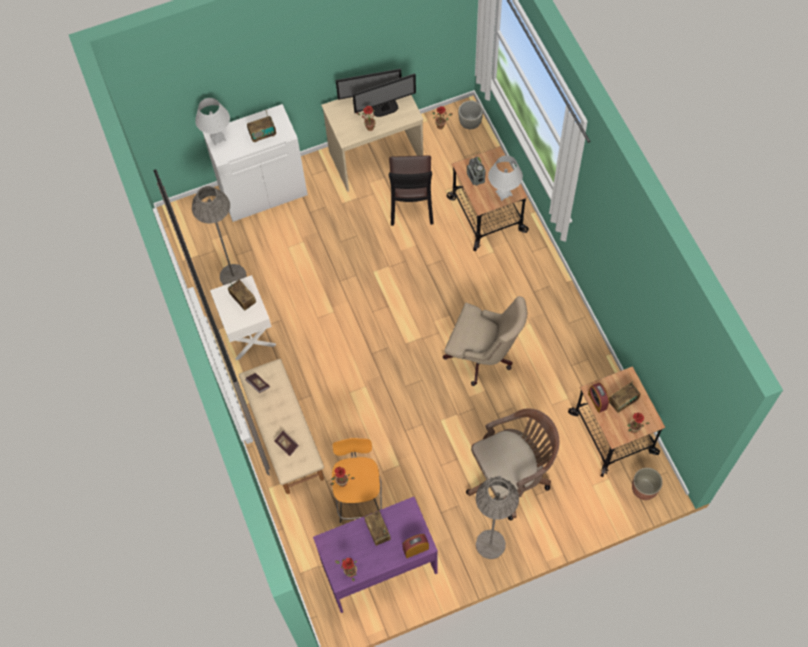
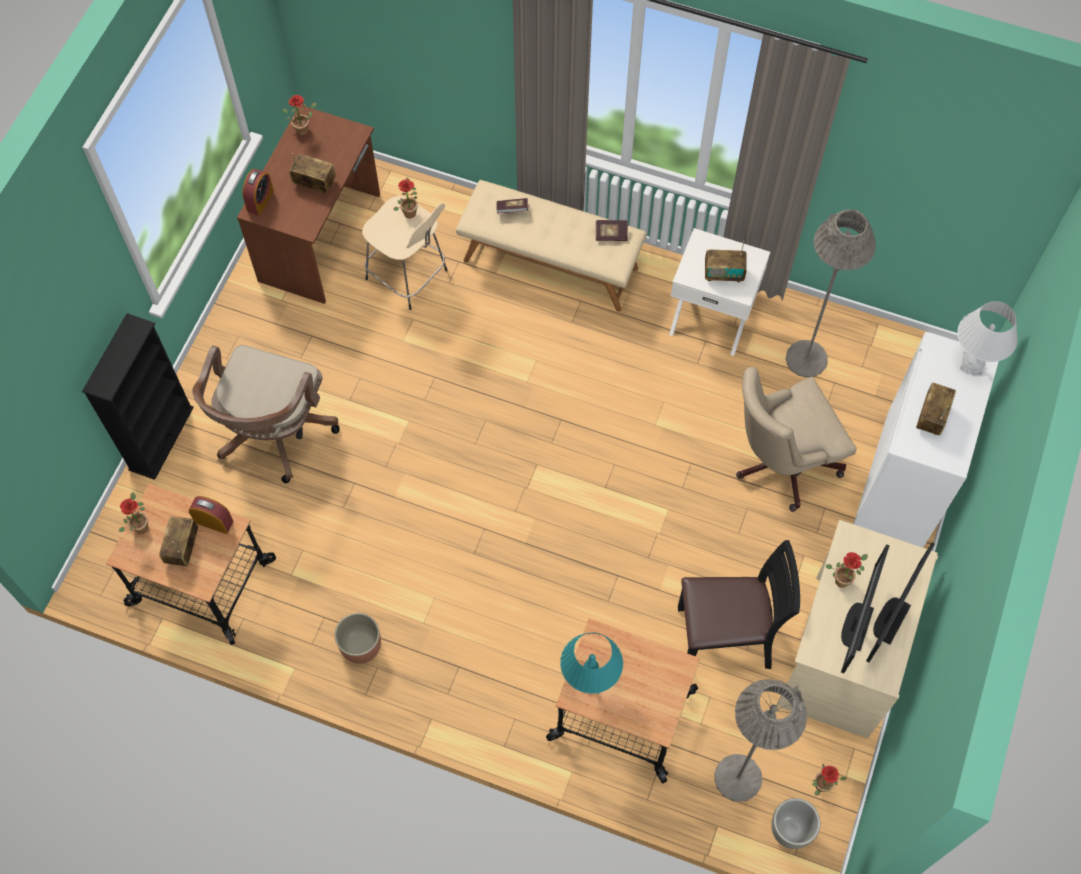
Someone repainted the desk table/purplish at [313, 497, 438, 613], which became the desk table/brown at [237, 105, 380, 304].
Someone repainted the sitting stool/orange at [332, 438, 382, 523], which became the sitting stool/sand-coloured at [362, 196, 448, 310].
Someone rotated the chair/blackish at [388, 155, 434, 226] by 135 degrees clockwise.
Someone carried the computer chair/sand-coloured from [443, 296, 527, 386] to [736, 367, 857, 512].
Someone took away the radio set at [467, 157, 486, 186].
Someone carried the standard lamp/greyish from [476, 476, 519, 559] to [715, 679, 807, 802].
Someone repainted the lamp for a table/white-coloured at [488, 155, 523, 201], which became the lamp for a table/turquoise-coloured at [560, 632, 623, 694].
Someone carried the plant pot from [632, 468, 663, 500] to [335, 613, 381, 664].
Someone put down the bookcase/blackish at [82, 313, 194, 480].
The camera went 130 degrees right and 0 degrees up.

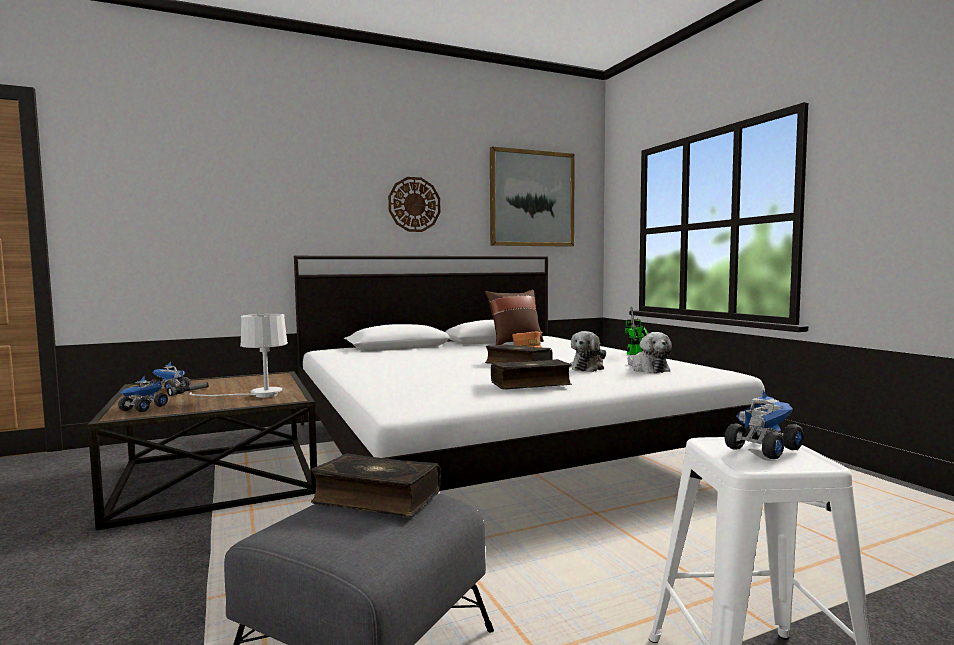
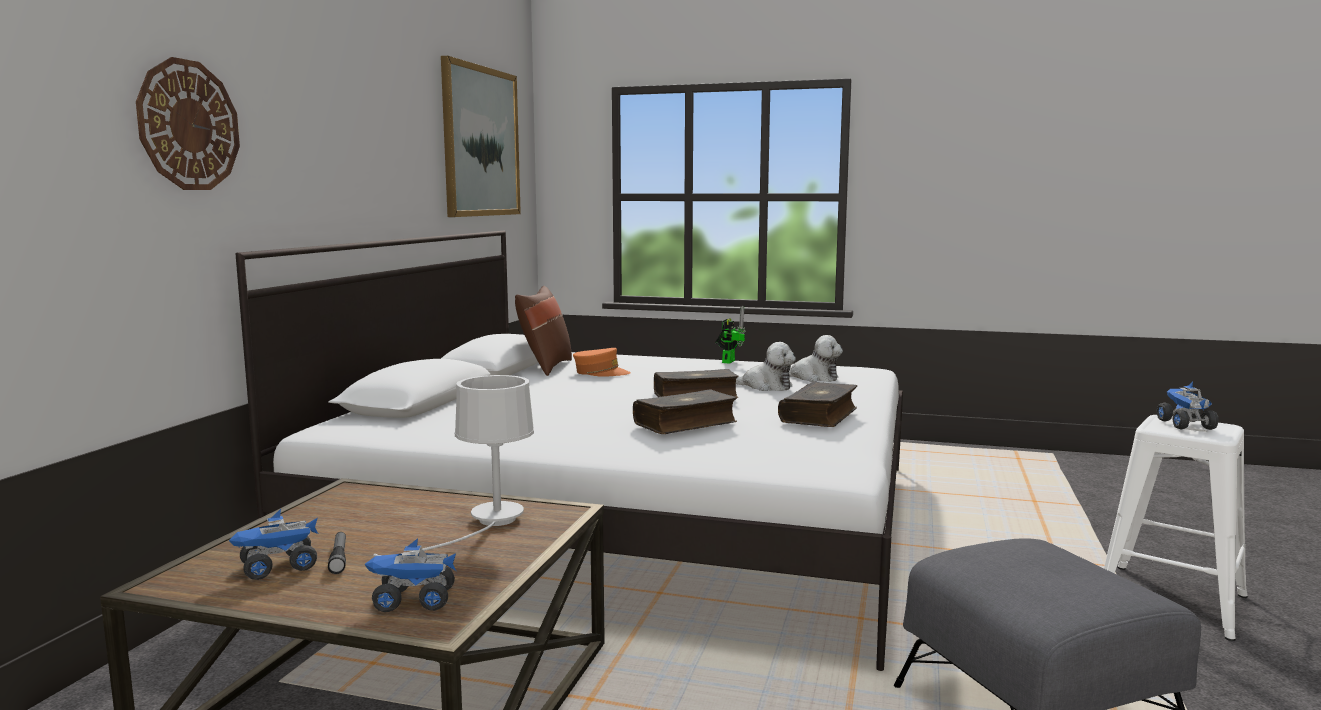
Someone rotated the toy truck at [118, 375, 168, 412] by 120 degrees clockwise.
Someone carried the volume from [311, 453, 441, 517] to [633, 389, 737, 434].
Someone carried the clock on the wall from [388, 177, 440, 232] to [136, 57, 240, 190].
Someone rotated the plush toy at [570, 331, 606, 372] by 45 degrees counterclockwise.
The camera went 50 degrees left and 5 degrees up.

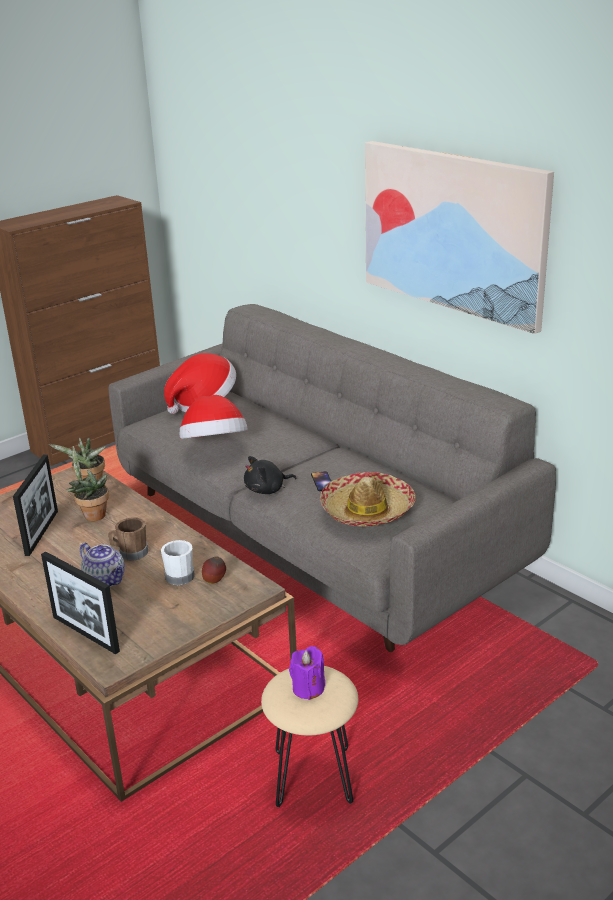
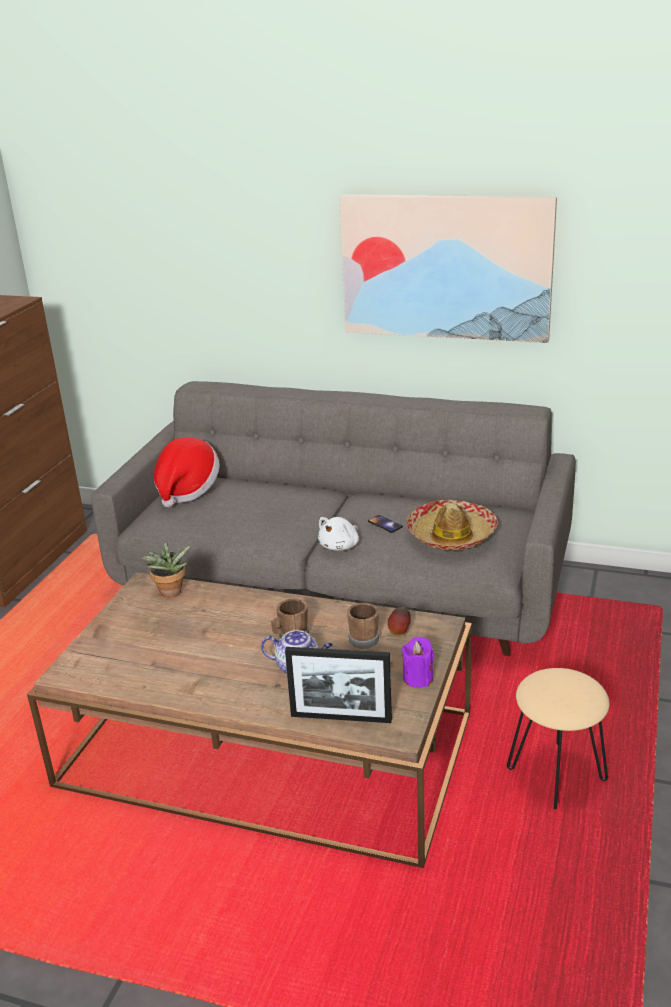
Someone took away the standing frame at [13, 455, 58, 556].
Someone took away the potted plant at [66, 446, 109, 521].
Someone repainted the tea mug/white-coloured at [161, 540, 195, 585], which became the tea mug/brown at [347, 603, 379, 649].
Someone took away the hat at [180, 395, 248, 439].
Someone repainted the plush toy/blackish at [244, 456, 297, 494], which became the plush toy/white-coloured at [318, 517, 359, 551].
Someone carried the wax light/purplish from [289, 646, 325, 700] to [402, 637, 434, 688].
The camera went 30 degrees left and 0 degrees up.

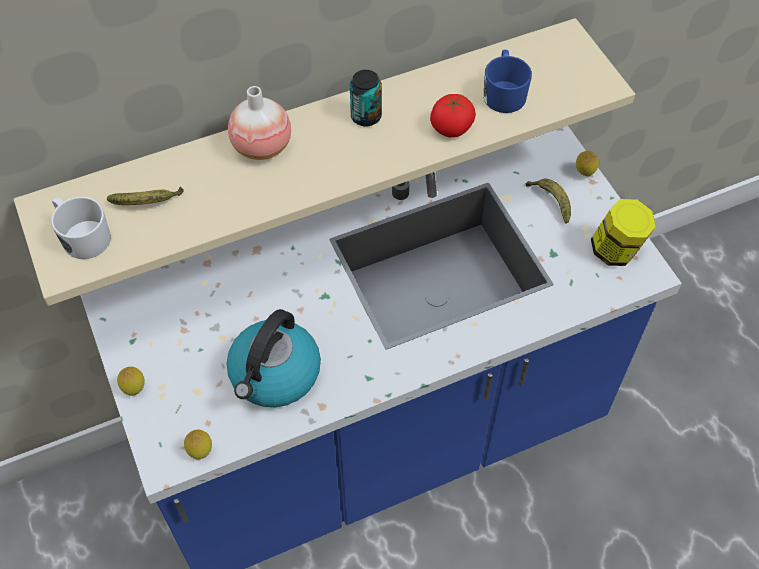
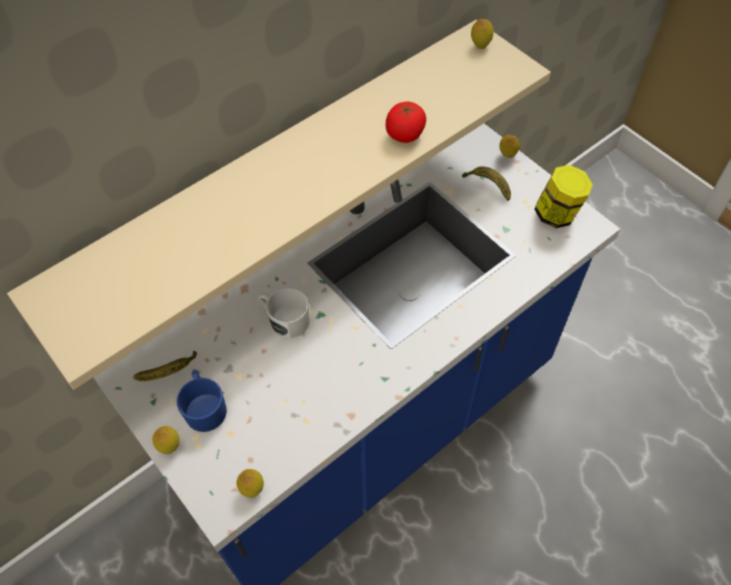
Someone carried the tea mug/white-coloured from [51, 197, 111, 259] to [259, 288, 310, 338].
Someone carried the banana from [107, 187, 184, 205] to [133, 351, 197, 381].
Someone took away the water kettle at [226, 309, 321, 407].
Someone took away the decorative vase at [228, 86, 291, 160].
Someone took away the sealed can at [350, 70, 382, 127].
Someone carried the tea mug/blue-coloured from [483, 50, 532, 113] to [177, 370, 227, 432].
Someone put down the lemon at [471, 19, 493, 49].
The camera went 15 degrees left and 0 degrees up.

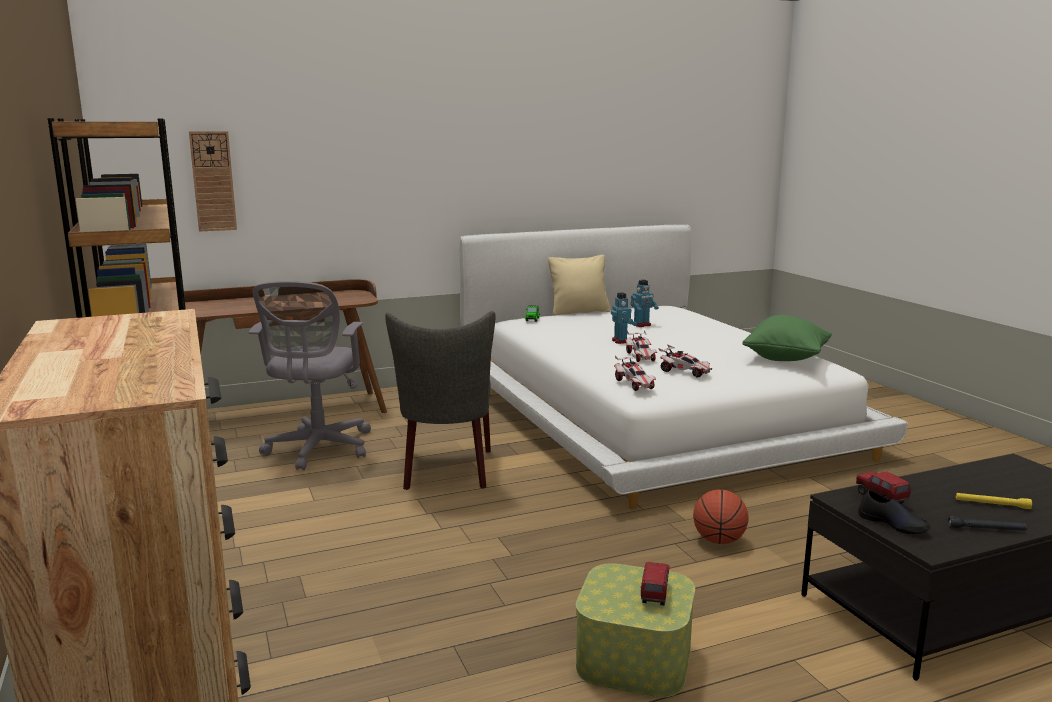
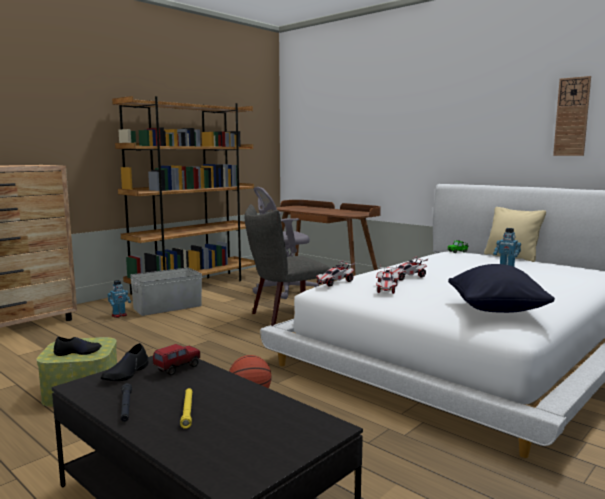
Someone carried the clock on the wall from [189, 131, 237, 232] to [553, 76, 591, 156].
Someone carried the model robot from [611, 292, 637, 344] to [108, 280, 131, 318].
Someone swapped the toy truck at [641, 562, 670, 606] for the item of footwear/blackish at [54, 337, 102, 356].
Someone repainted the pillow/green-coloured at [742, 315, 832, 361], which became the pillow/blackish at [448, 264, 555, 313].
Someone put down the storage container/greyish at [130, 268, 202, 316].
The camera went 65 degrees right and 5 degrees down.

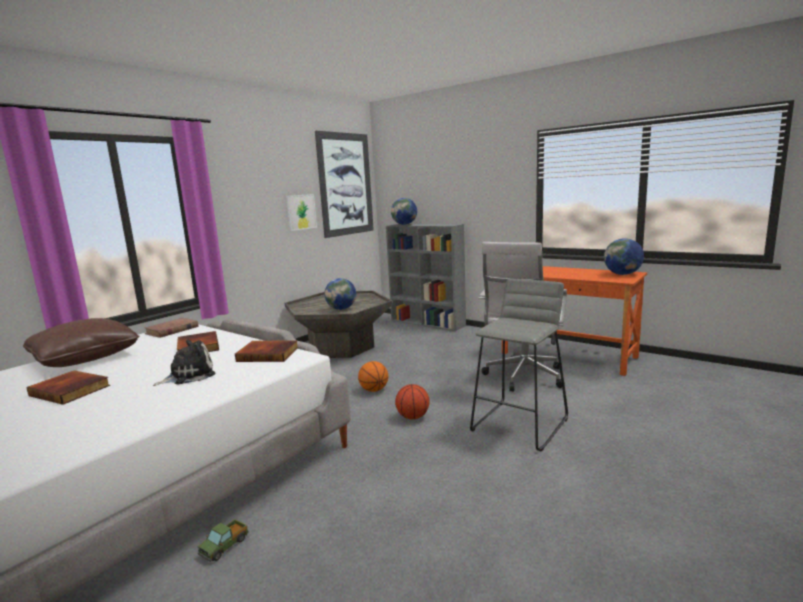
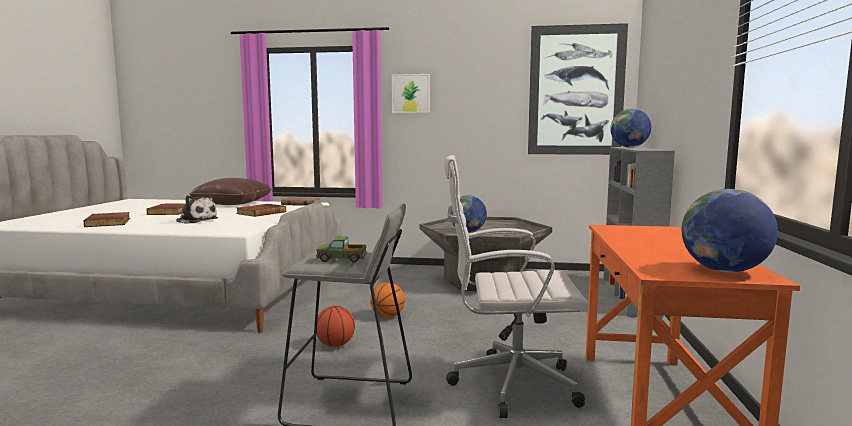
Someone carried the toy truck from [197, 519, 249, 562] to [316, 236, 367, 263].
Someone carried the volume from [235, 340, 298, 362] to [83, 212, 130, 227].
Someone carried the wall picture from [286, 194, 317, 231] to [392, 74, 430, 113].
The camera went 60 degrees right and 5 degrees down.

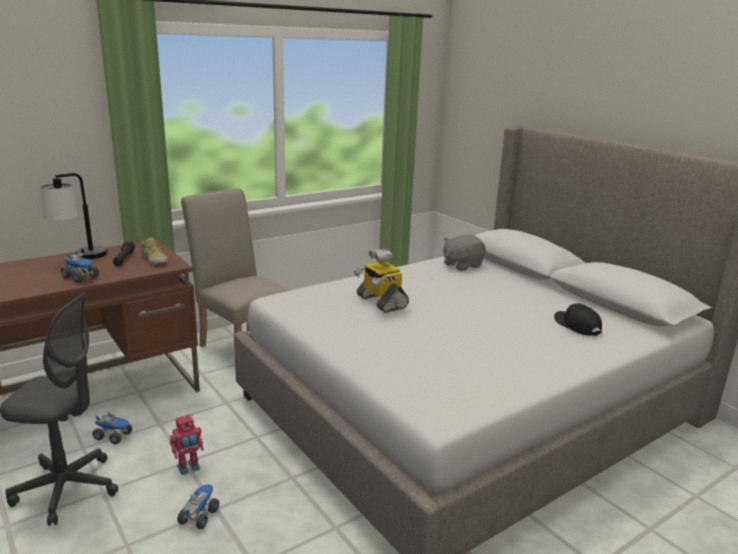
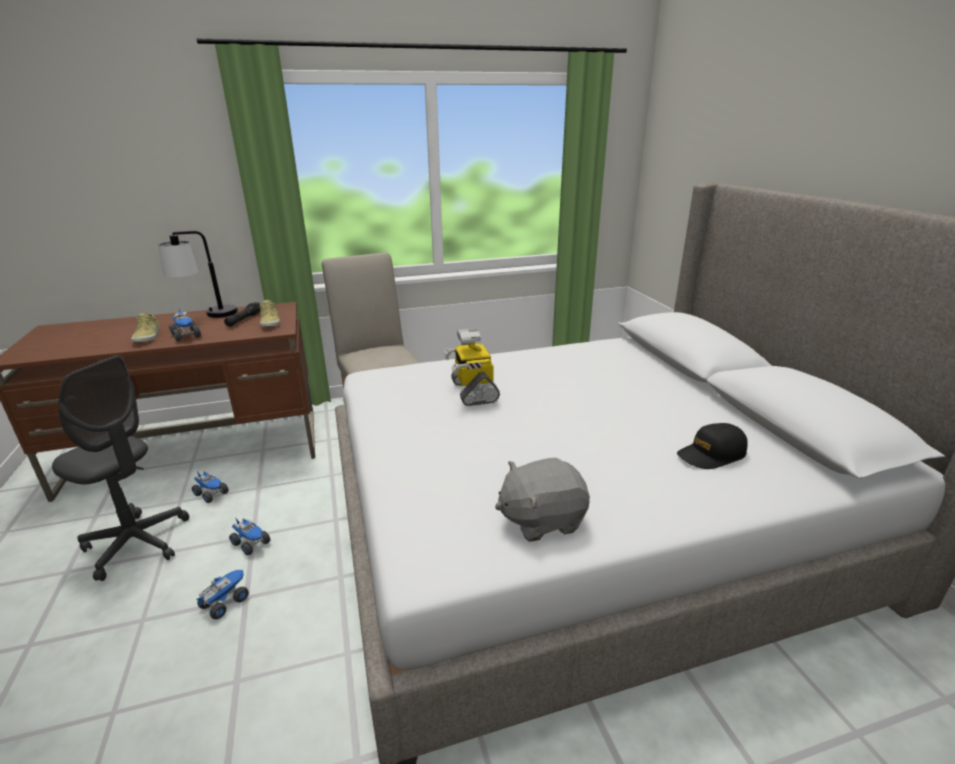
Someone swapped the model robot at [170, 414, 204, 475] for the toy truck at [229, 517, 270, 555].
Someone carried the plush toy/greyish from [443, 234, 486, 271] to [495, 458, 590, 542].
Someone rotated the cap/blackish at [554, 304, 602, 336] by 105 degrees counterclockwise.
Someone put down the item of footwear/sand-coloured at [131, 313, 160, 342].
The camera went 20 degrees right and 5 degrees up.

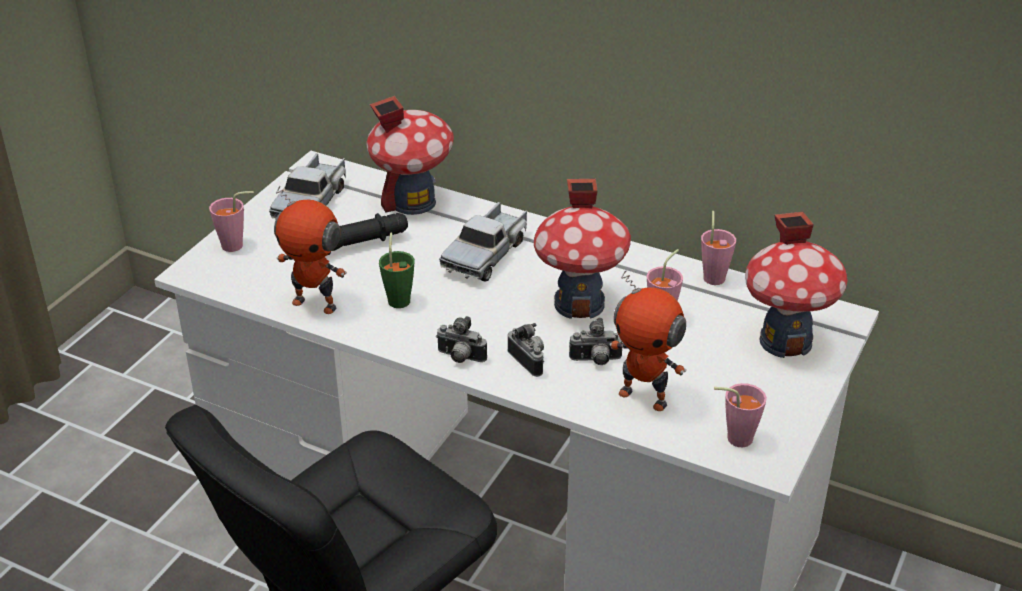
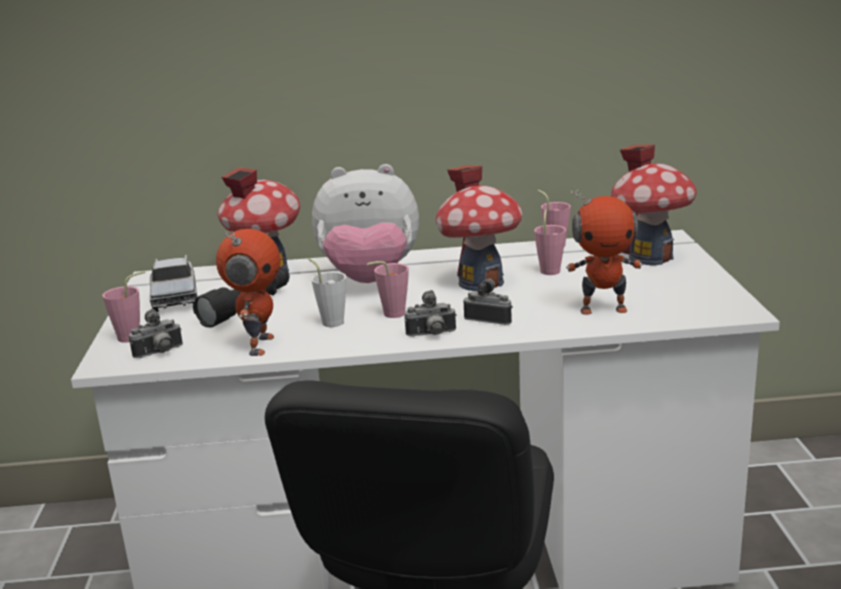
Someone rotated the model robot at [274, 186, 347, 314] by 75 degrees counterclockwise.
Someone repainted the drinking cup/green-coloured at [379, 233, 415, 308], which became the drinking cup/white-coloured at [308, 258, 346, 327].
Someone swapped the toy truck at [439, 202, 527, 282] for the plush toy at [312, 164, 419, 283].
Someone carried the still camera from [569, 318, 623, 365] to [129, 309, 183, 358].
Someone carried the drinking cup/pink-coloured from [714, 383, 767, 447] to [367, 261, 409, 318].
The camera went 30 degrees left and 15 degrees down.

